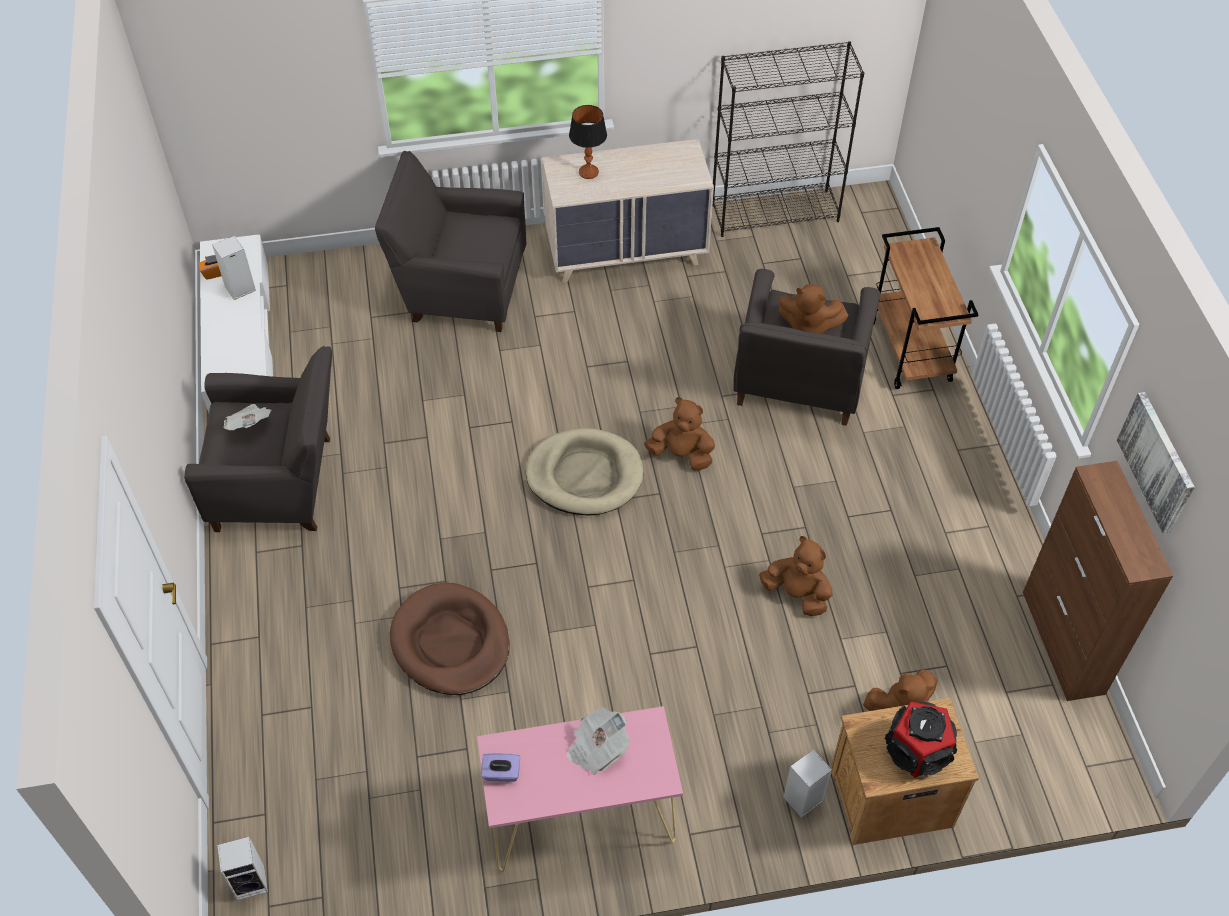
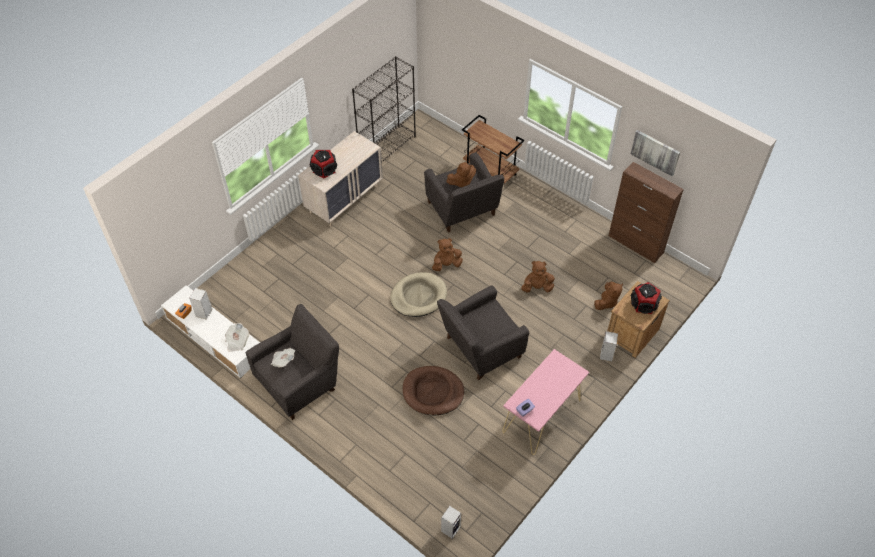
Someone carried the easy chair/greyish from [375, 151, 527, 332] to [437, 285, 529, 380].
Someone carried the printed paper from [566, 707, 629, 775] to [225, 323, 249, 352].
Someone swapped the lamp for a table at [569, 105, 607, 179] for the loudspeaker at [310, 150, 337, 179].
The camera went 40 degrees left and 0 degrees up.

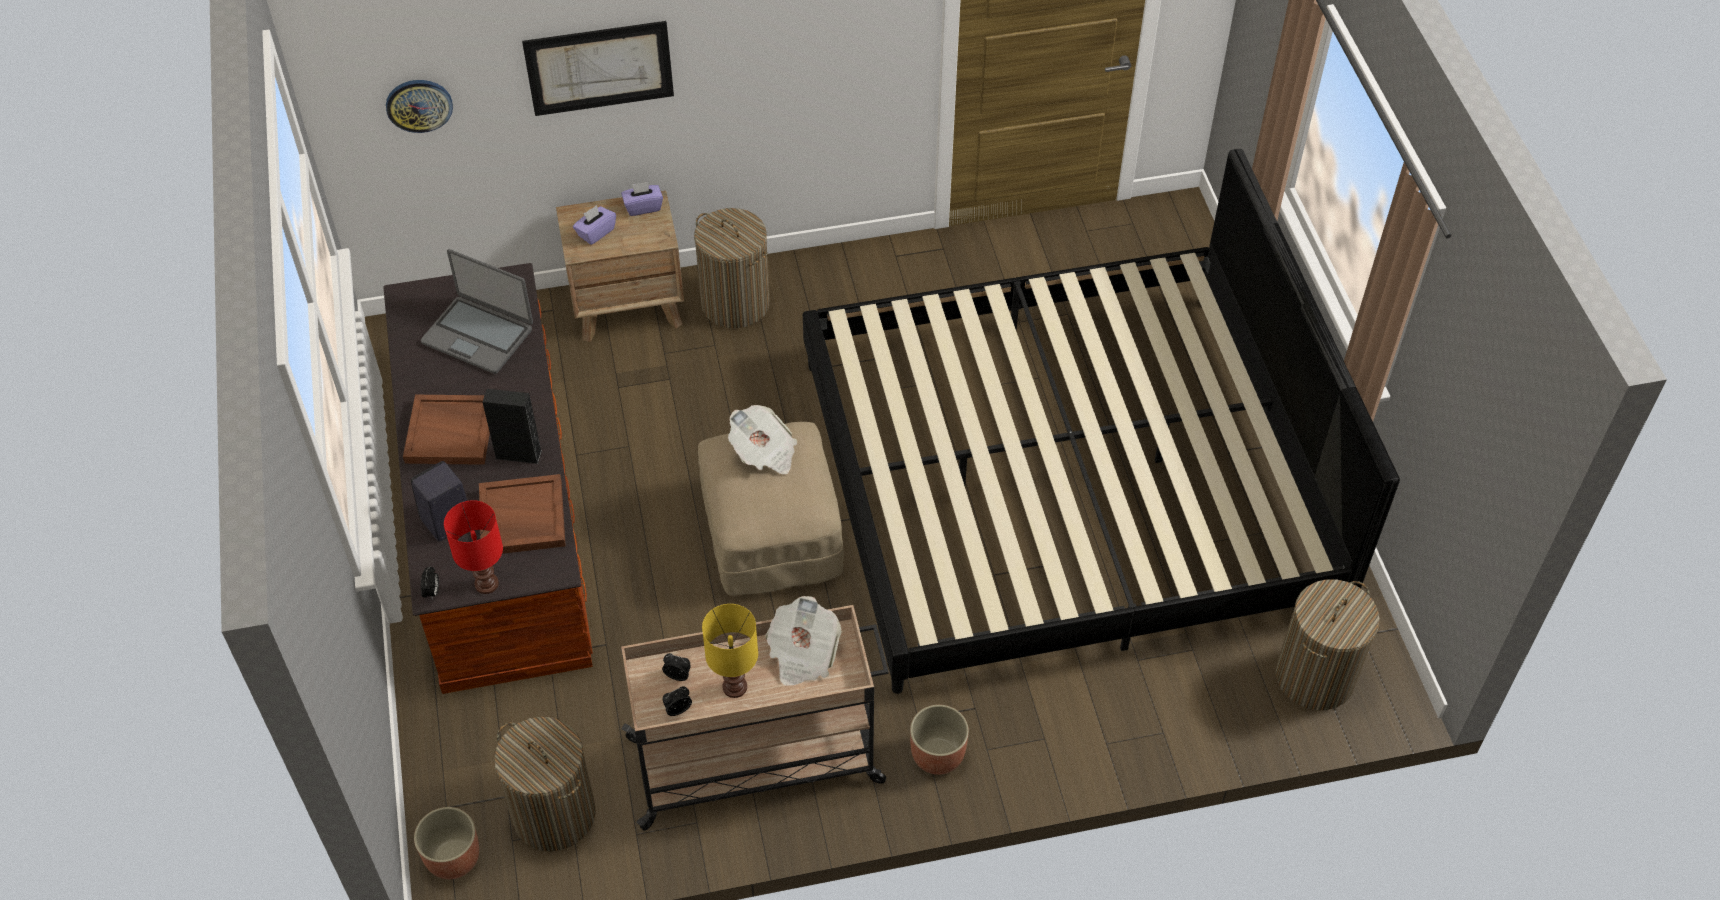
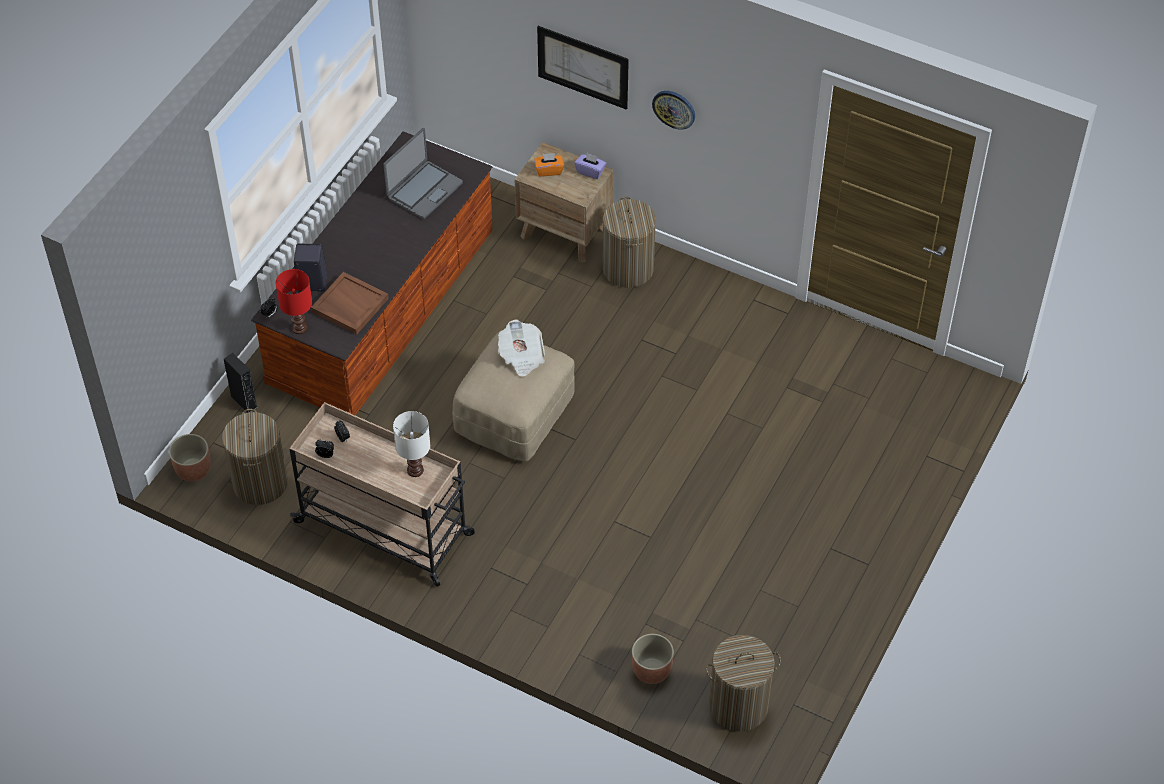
Someone carried the clock on the wall from [386, 80, 453, 133] to [652, 91, 695, 130].
Someone took away the tray/brown at [403, 395, 490, 465].
Someone rotated the portable computer at [421, 249, 533, 374] by 120 degrees counterclockwise.
Someone carried the loudspeaker/blackish from [483, 389, 542, 464] to [224, 353, 258, 413].
Someone repainted the box of tissues/purplish at [573, 205, 616, 245], which became the box of tissues/orange at [534, 153, 564, 176].
Someone took away the lamp for a table/yellow at [702, 604, 758, 698].
Someone swapped the printed paper at [766, 596, 842, 686] for the lamp for a table/white-coloured at [393, 411, 430, 477].
Someone took away the bedroom bed at [803, 149, 1400, 694].
Someone carried the plant pot from [910, 705, 969, 775] to [632, 634, 674, 684].
The camera went 40 degrees right and 0 degrees up.

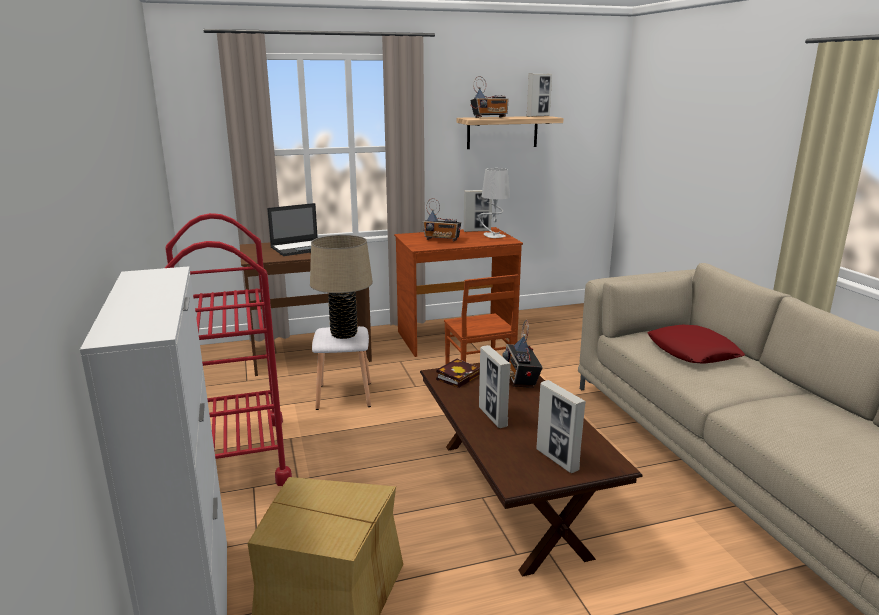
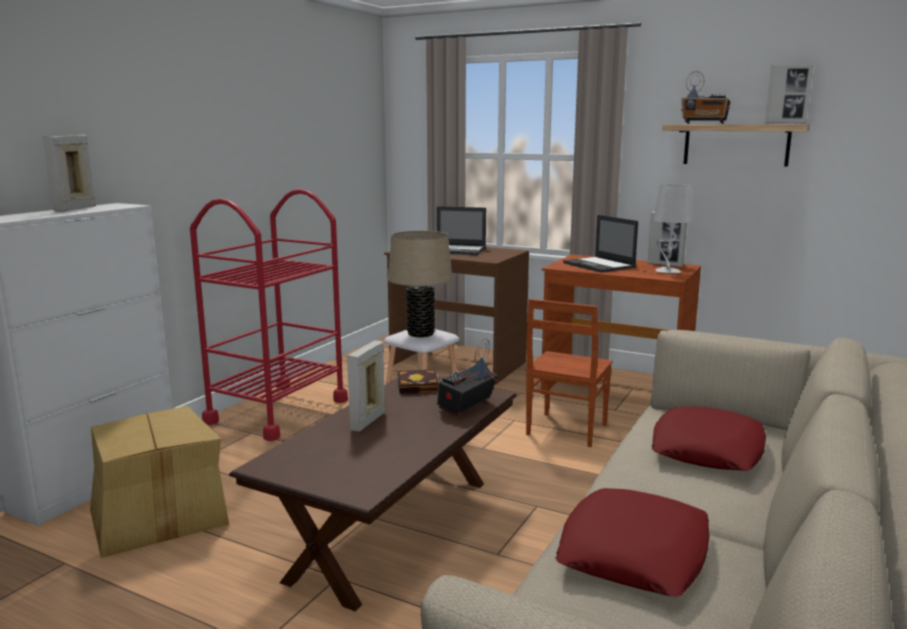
Someone swapped the radio set at [423, 198, 461, 241] for the portable computer at [563, 215, 638, 273].
Someone carried the standing frame from [536, 380, 586, 473] to [43, 135, 96, 212].
Someone put down the pillow/red-coloured at [555, 488, 709, 597].
The camera went 45 degrees right and 5 degrees down.

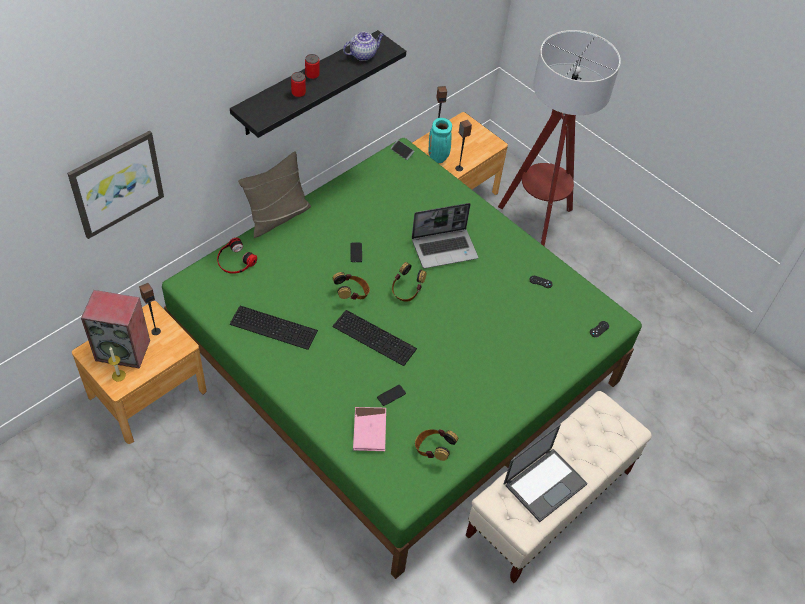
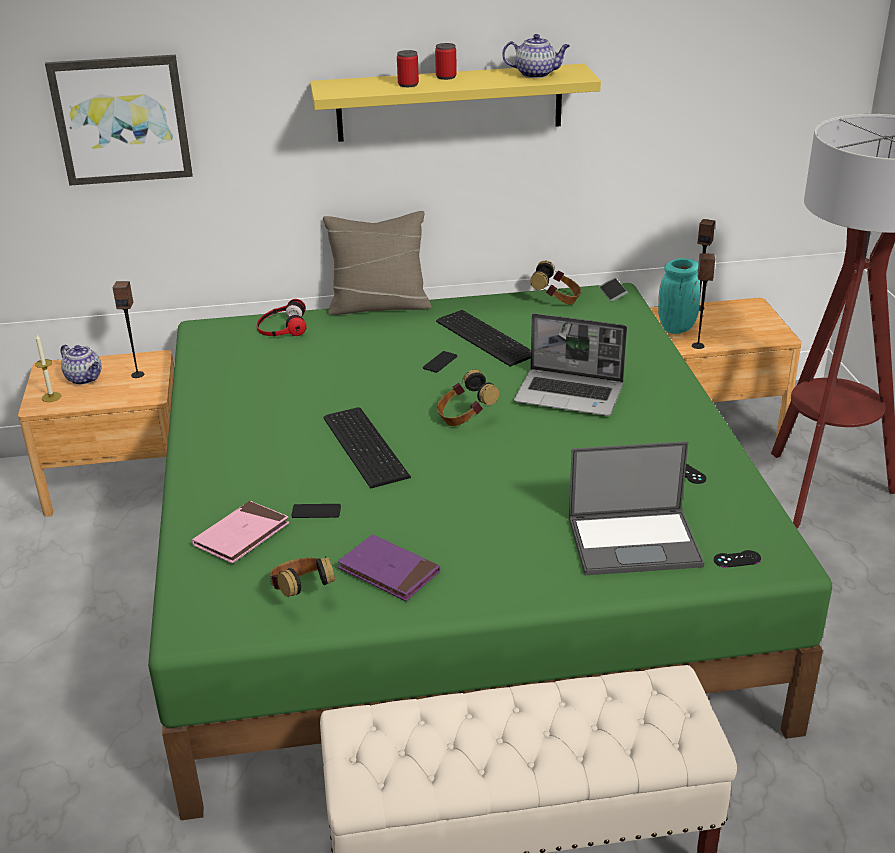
Someone swapped the loudspeaker at [81, 290, 150, 368] for the teapot at [61, 345, 102, 385].
Someone repainted the wall shelf/blackish at [230, 30, 406, 138], which became the wall shelf/yellow at [310, 64, 601, 142].
Someone carried the PC keyboard from [230, 306, 318, 350] to [436, 310, 531, 367].
Someone carried the pair of headphones from [332, 272, 370, 300] to [530, 261, 581, 305].
Someone carried the portable computer from [504, 424, 588, 522] to [569, 441, 704, 575].
Someone put down the volume/purplish at [338, 535, 440, 601].
The camera went 40 degrees right and 20 degrees down.

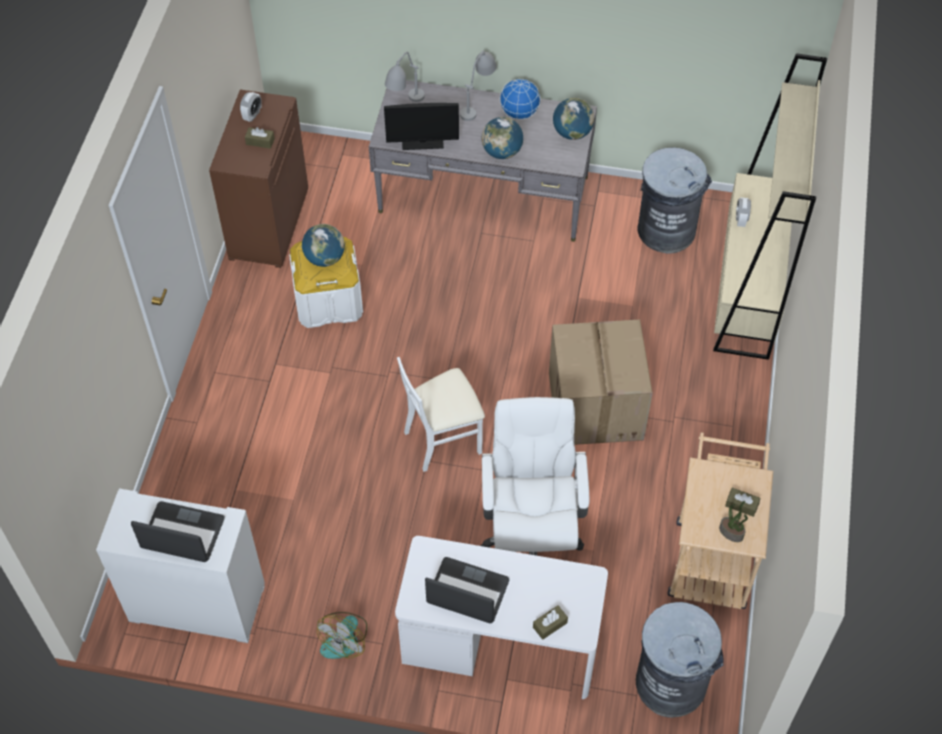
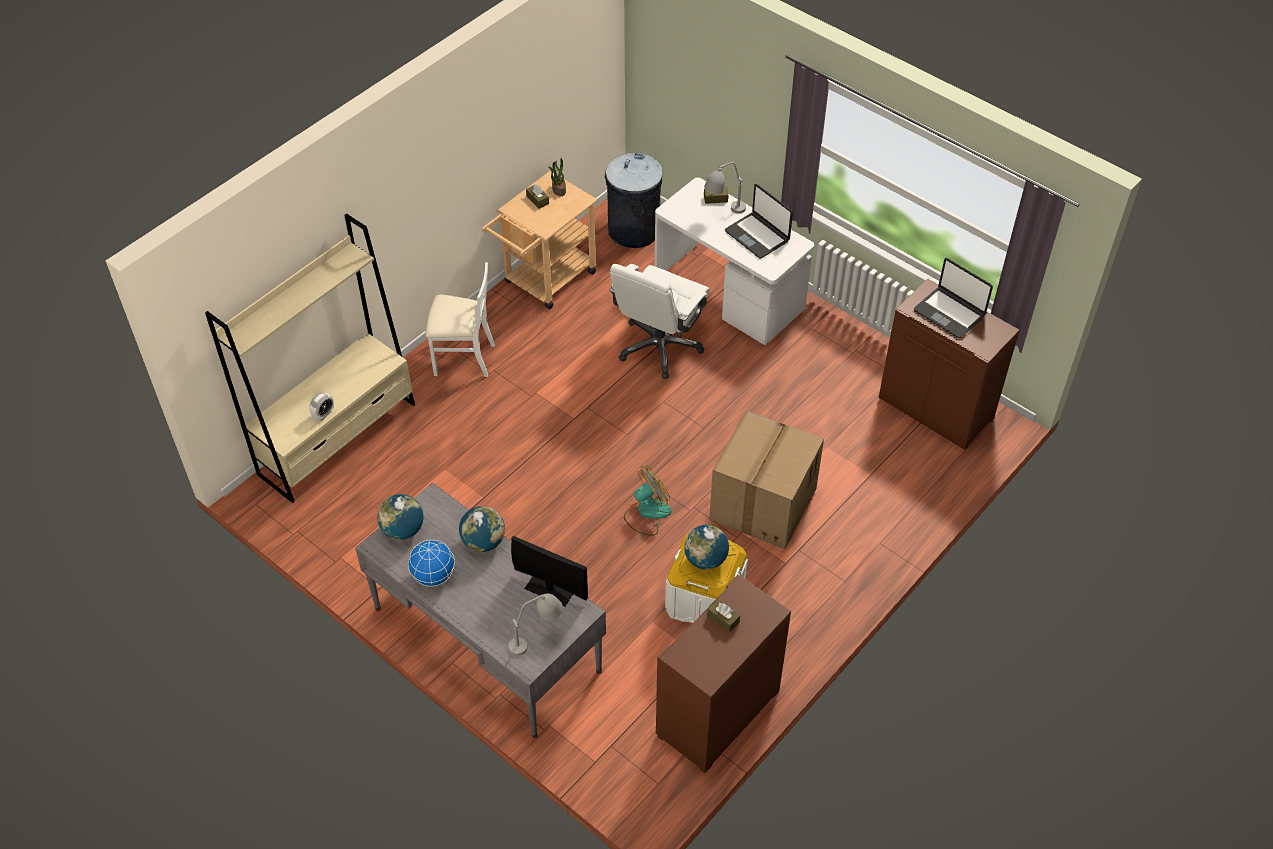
Someone repainted the cupboard/white-coloured at [96, 488, 265, 643], which became the cupboard/brown at [879, 279, 1020, 450].
Someone took away the bedside clock at [240, 92, 262, 122].
Someone carried the fan from [317, 612, 367, 659] to [624, 465, 672, 536].
Someone carried the chair/white-coloured from [397, 357, 485, 472] to [425, 262, 495, 377].
Someone carried the lamp for a table/greyish from [460, 50, 497, 121] to [704, 162, 746, 213].
Someone carried the cardboard box from [549, 319, 653, 445] to [709, 410, 824, 549].
Someone took away the trash can/greyish at [637, 148, 712, 254].
The camera went 150 degrees left and 5 degrees down.

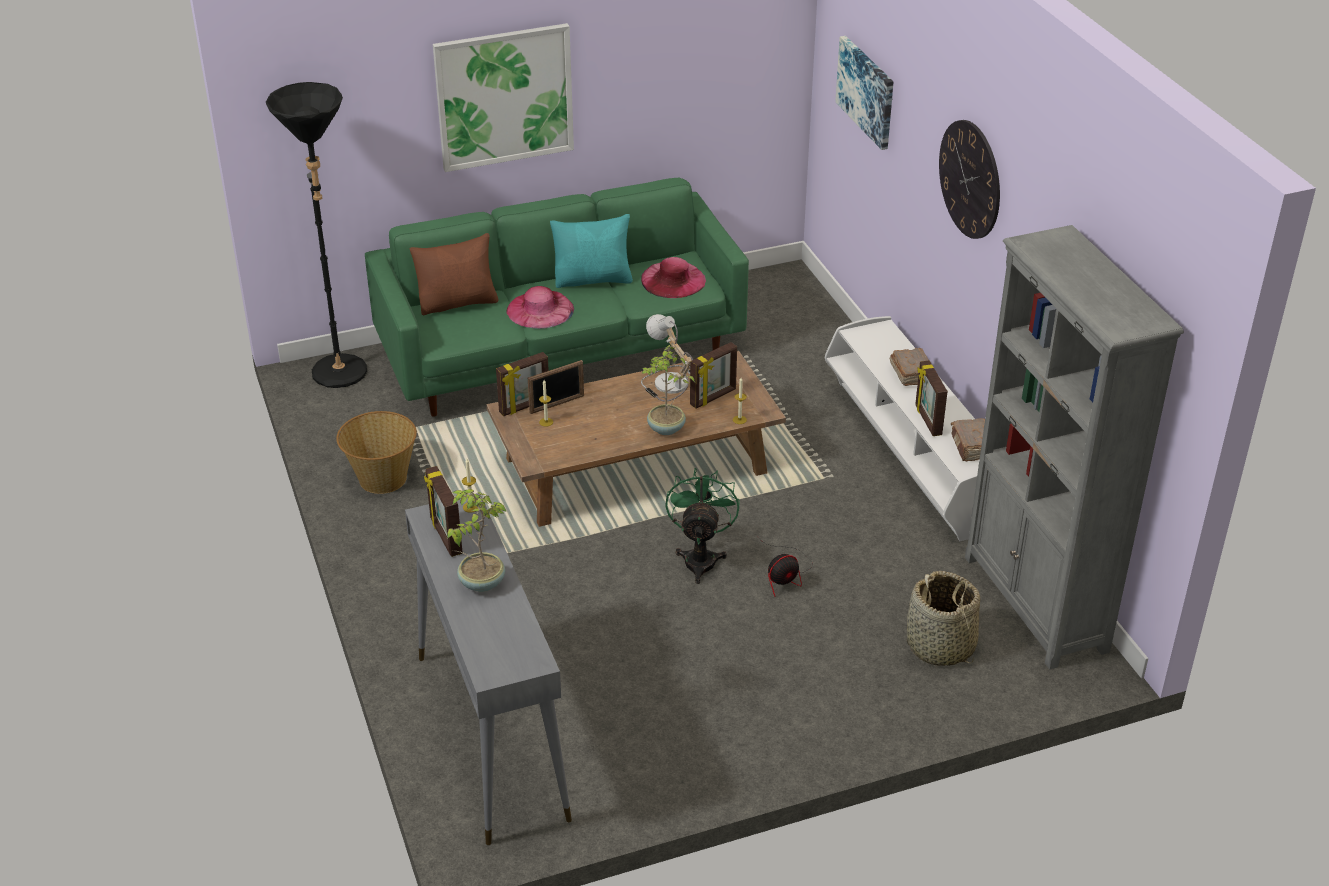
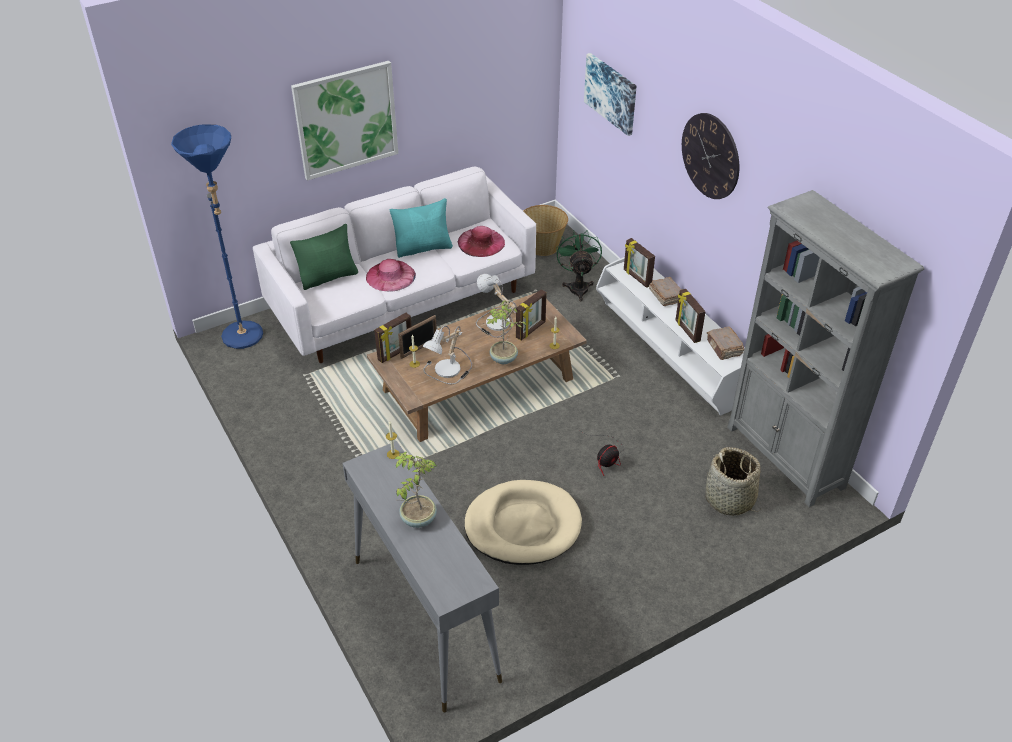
Someone repainted the standard lamp/blackish at [266, 82, 367, 388], which became the standard lamp/blue-coloured at [171, 124, 263, 349].
Someone carried the household basket from [336, 411, 417, 494] to [523, 205, 568, 256].
Someone repainted the sofa/green-coloured at [365, 178, 749, 417], which became the sofa/white-coloured at [253, 167, 536, 363].
Someone repainted the pillow/brown at [410, 233, 499, 315], which became the pillow/green-coloured at [290, 224, 358, 290].
Someone carried the standing frame from [424, 466, 463, 557] to [624, 238, 655, 288].
Someone carried the fan/green-coloured from [665, 468, 740, 584] to [556, 230, 602, 301].
Someone put down the lamp for a table at [423, 326, 472, 384].
Someone put down the dog cushion/sand-coloured at [464, 480, 582, 565].
The camera went 10 degrees left and 5 degrees up.

